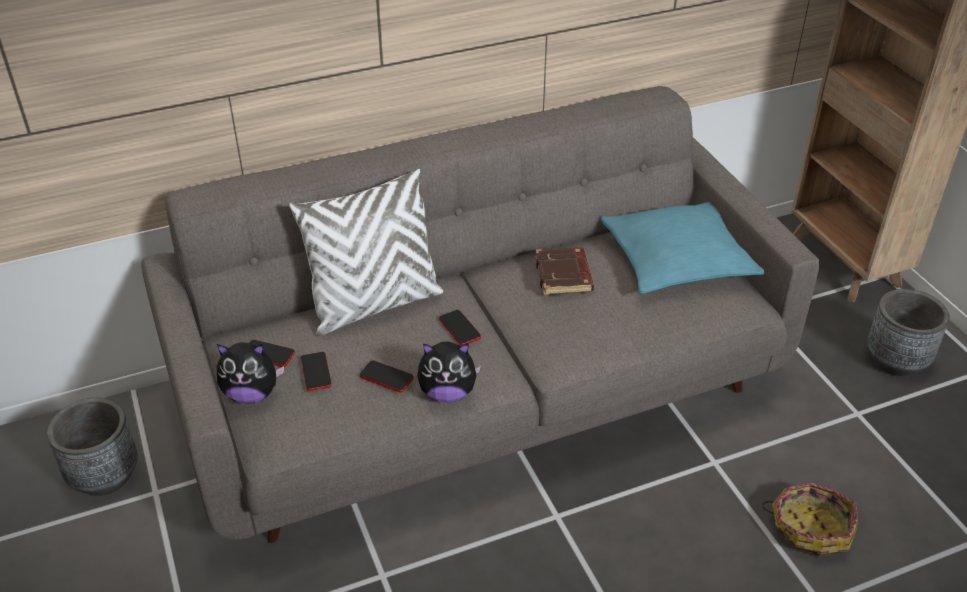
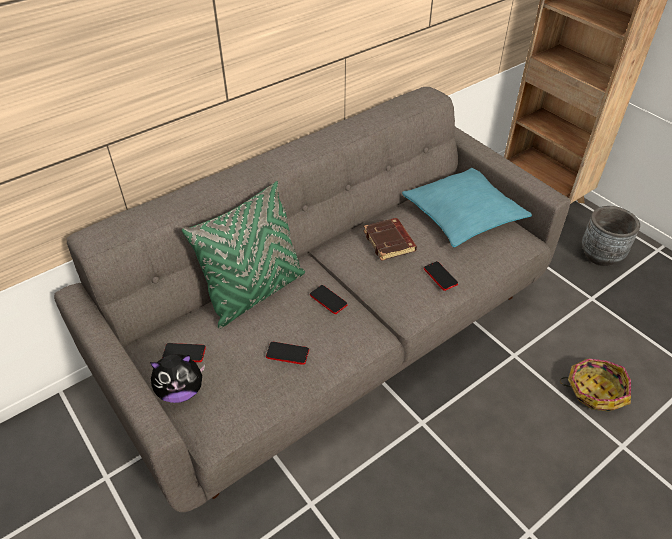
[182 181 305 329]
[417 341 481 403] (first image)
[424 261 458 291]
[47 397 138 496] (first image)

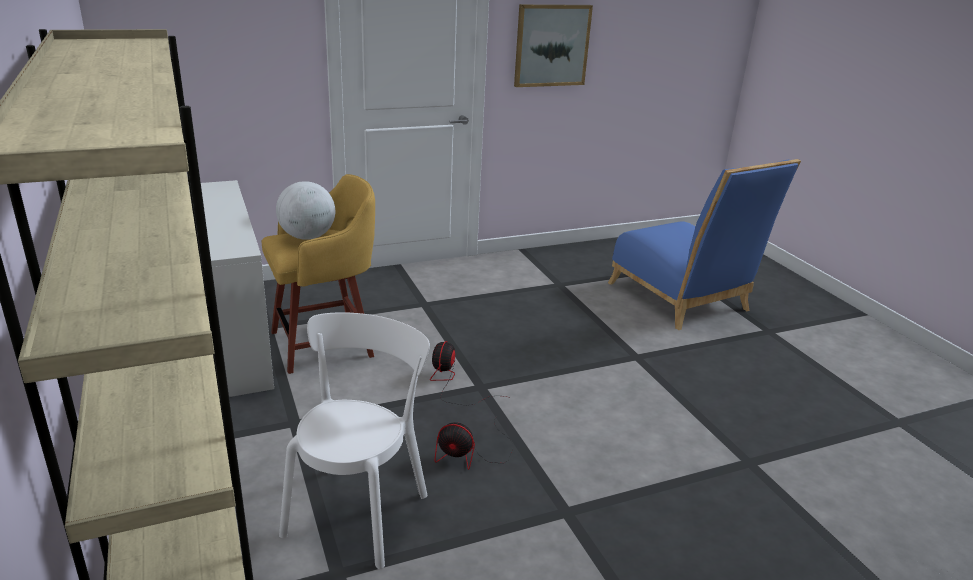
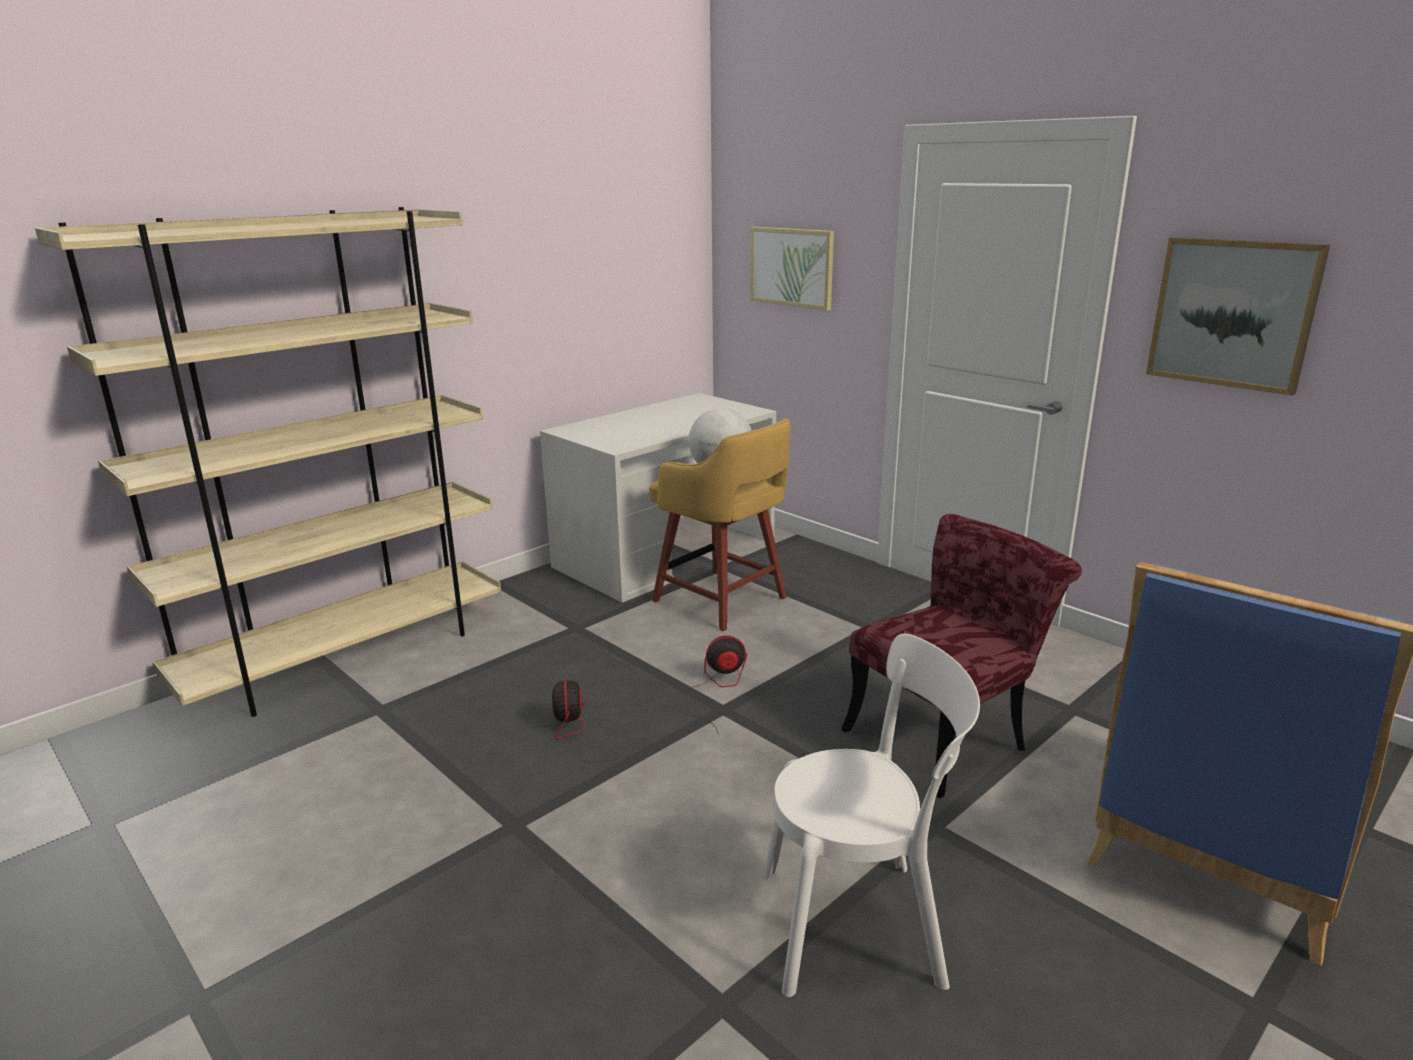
[764 634 980 997]
[751 227 834 311]
[841 514 1082 799]

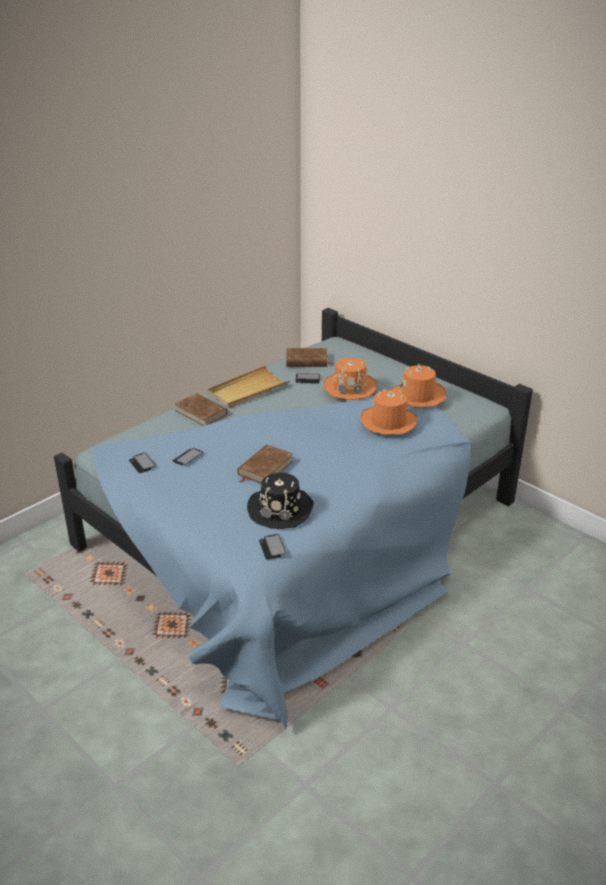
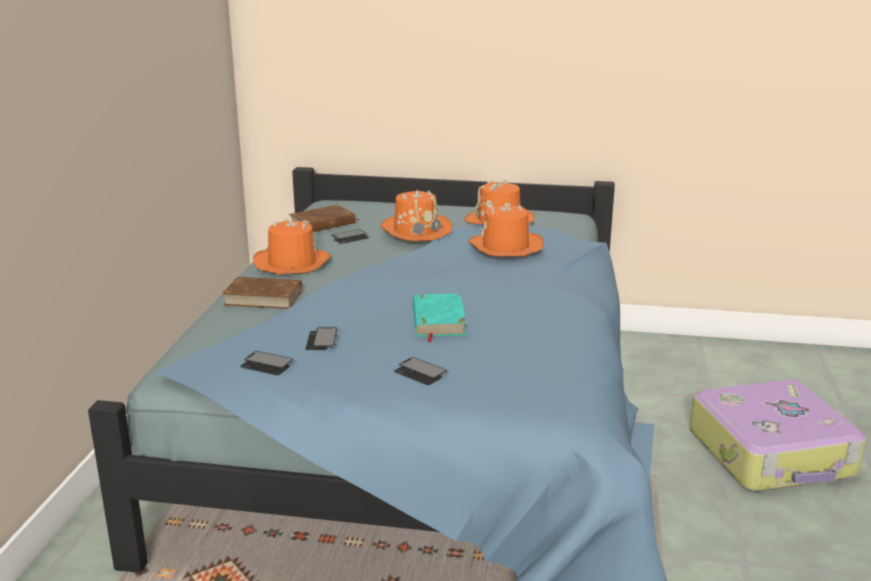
[253 218 331 274]
[413 294 466 343]
[247 473 314 529] (first image)
[394 357 447 385]
[690 380 866 492]

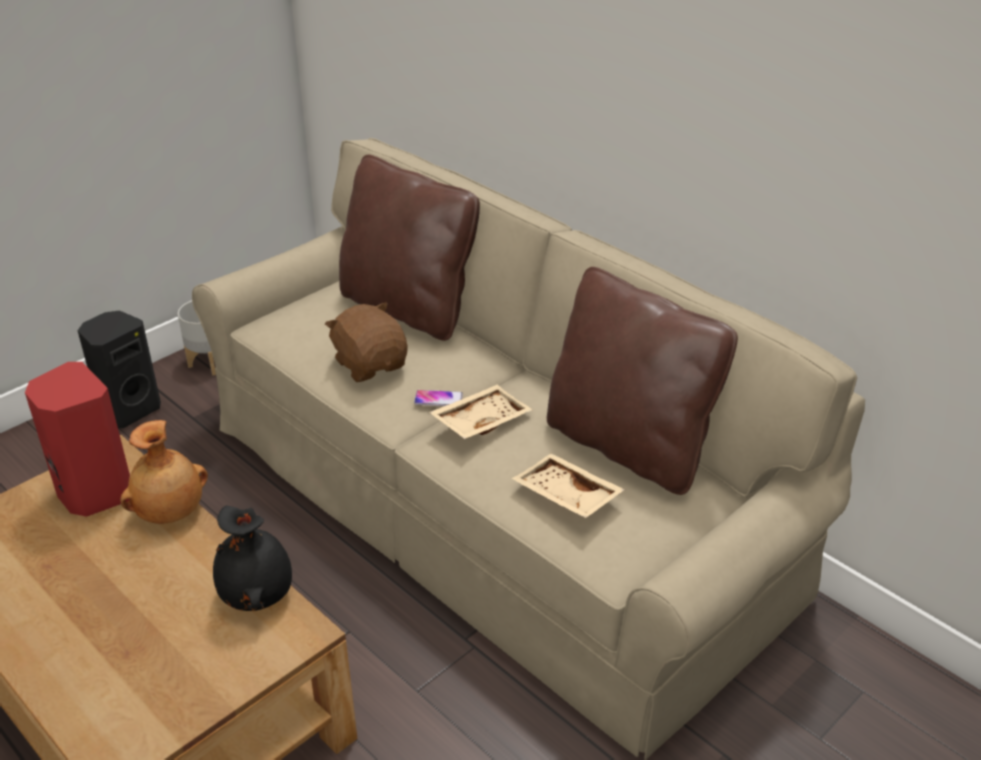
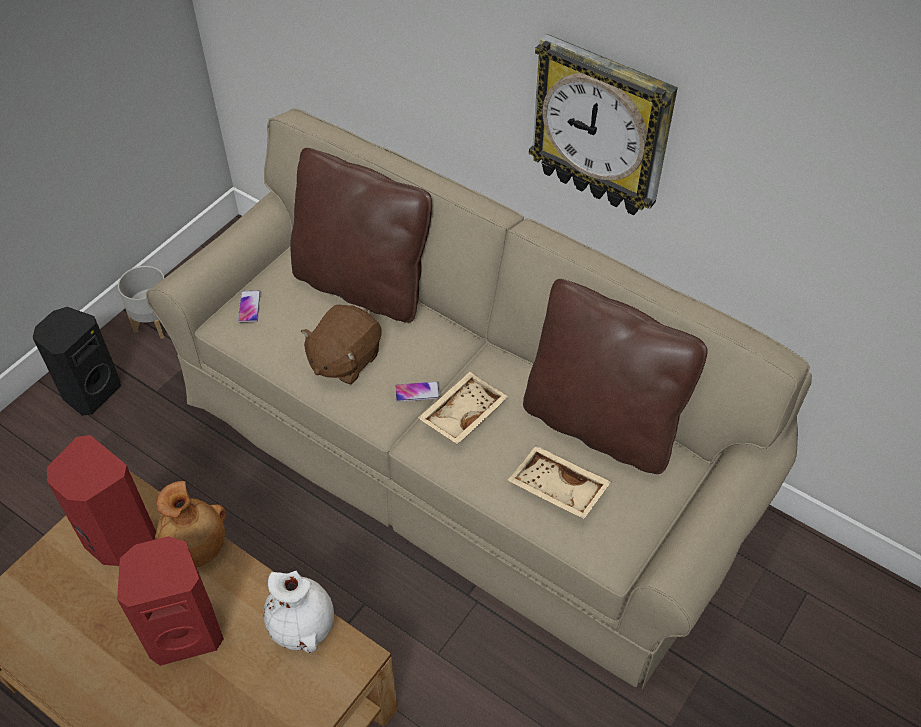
[301 305 382 384]
[264 571 334 653]
[529 34 678 216]
[238 290 261 322]
[117 536 224 666]

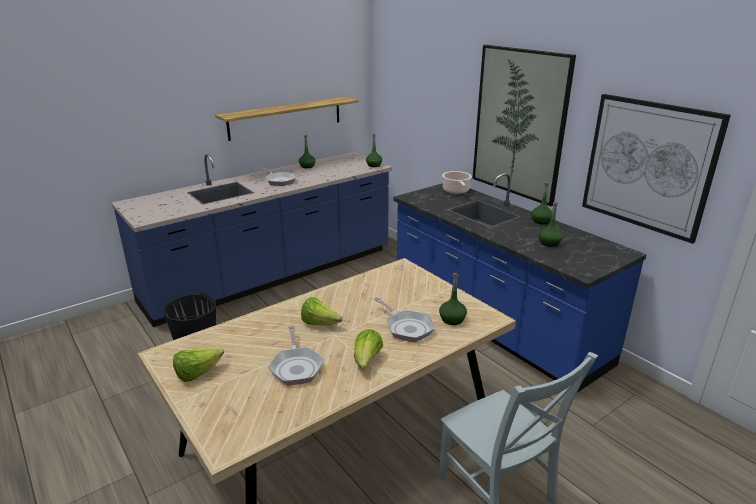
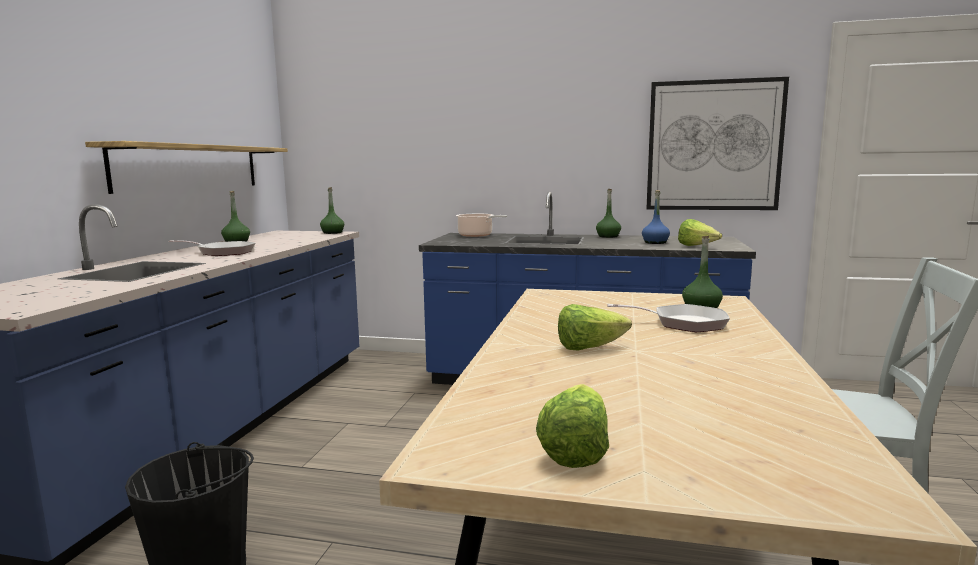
[472 45 576 206] (first image)
[642 190 670 244]
[268 326 324 385] (first image)
[678 219 722 246]

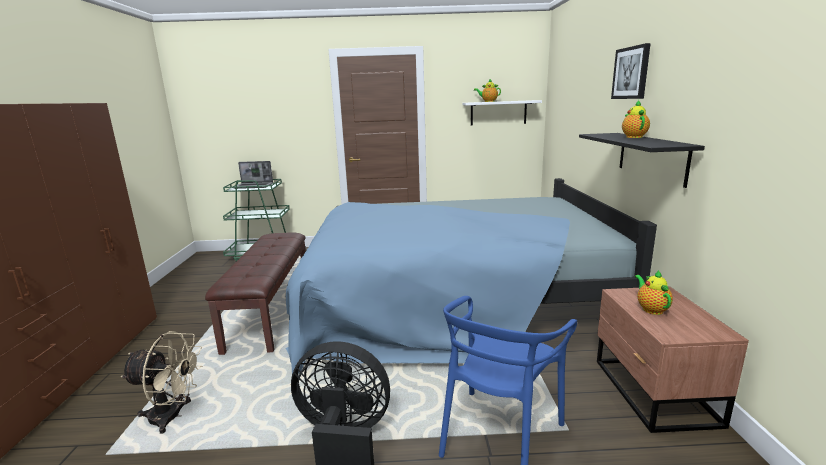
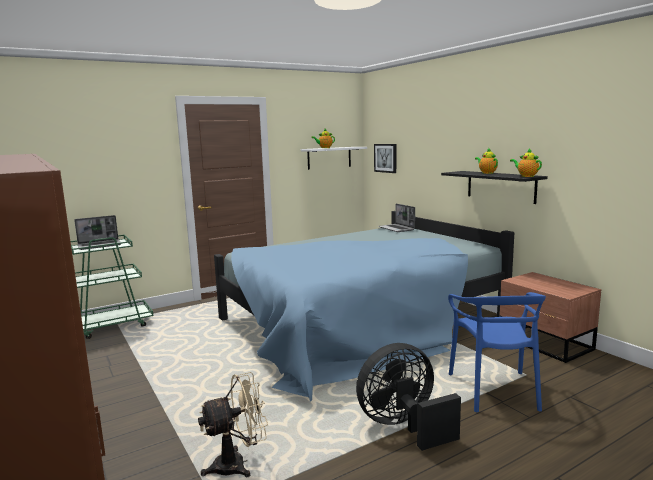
[374 144 396 173]
[205 233 306 355] (first image)
[510 149 542 177]
[378 204 415 232]

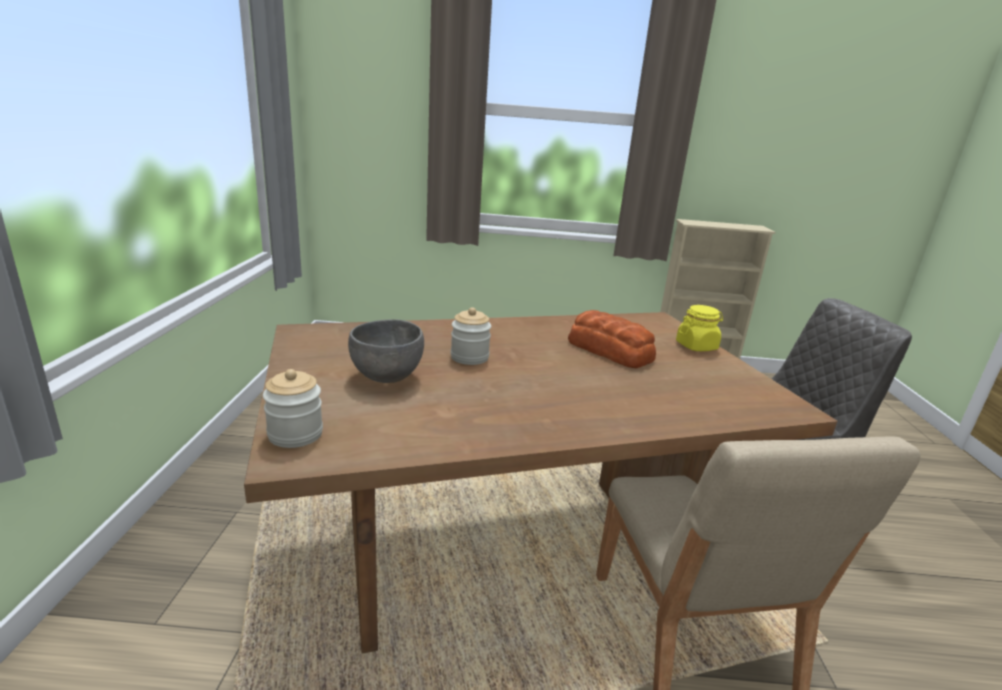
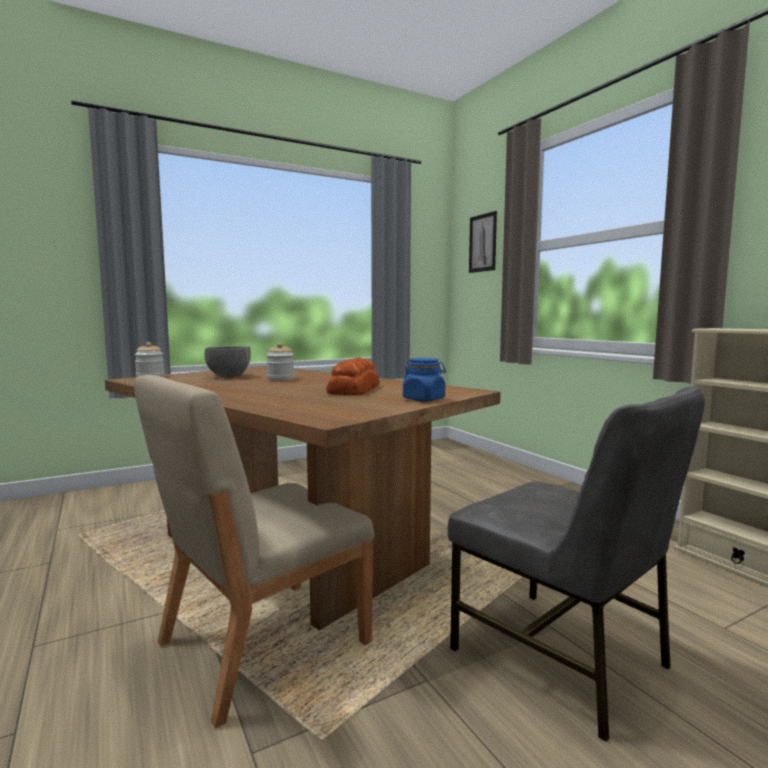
[403 358 446 401]
[469 211 497 273]

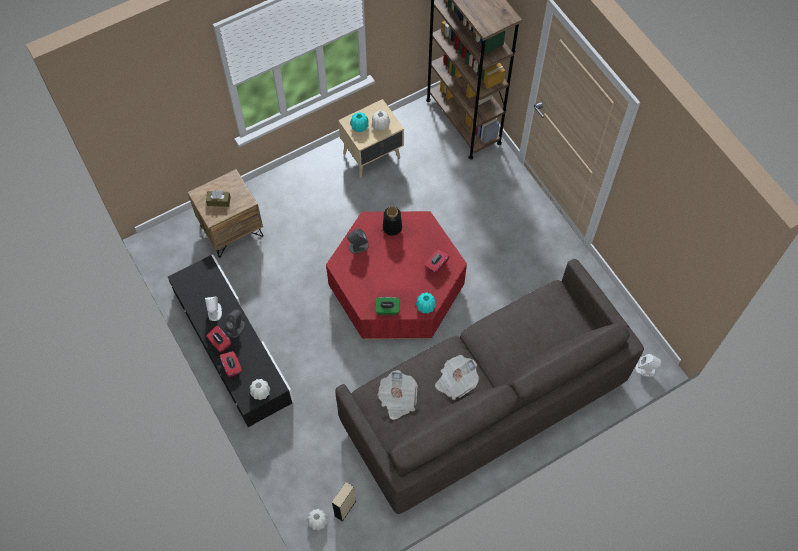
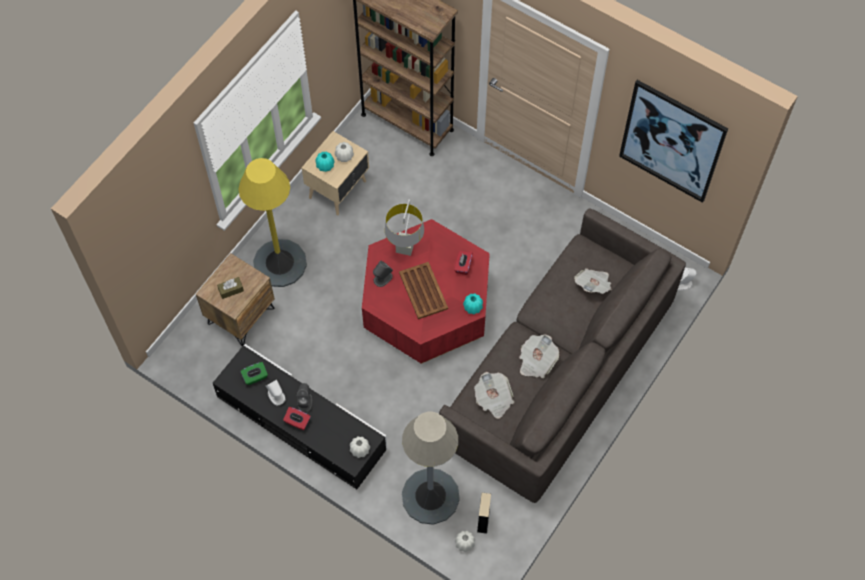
[385 199 424 256]
[240 362 268 385]
[220 351 242 377] (first image)
[619 80 728 203]
[239 158 307 287]
[399 262 448 319]
[574 268 612 294]
[402 412 460 525]

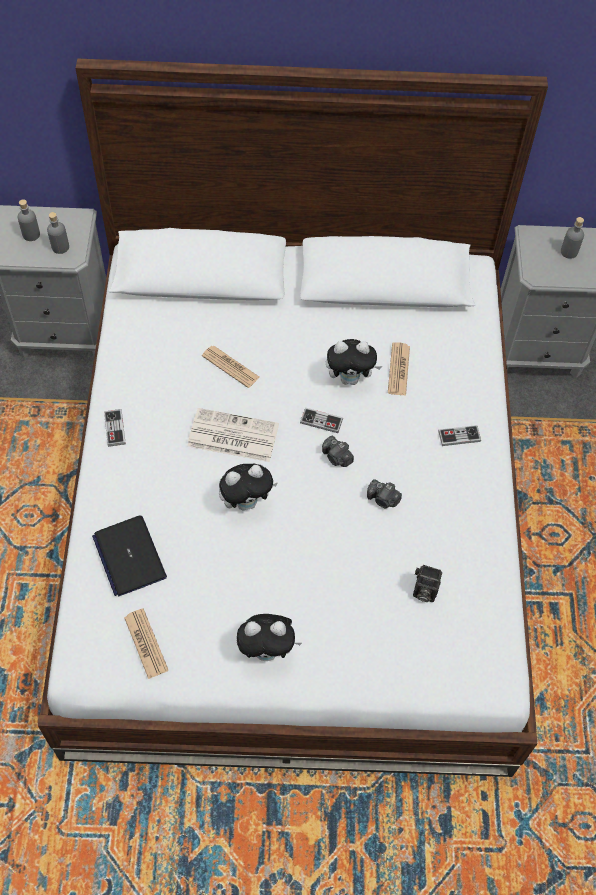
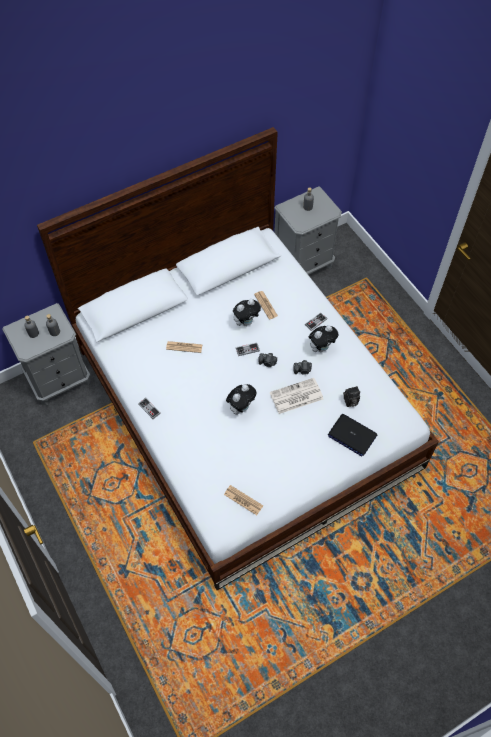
[270 378 323 414]
[328 414 377 456]
[309 325 338 352]

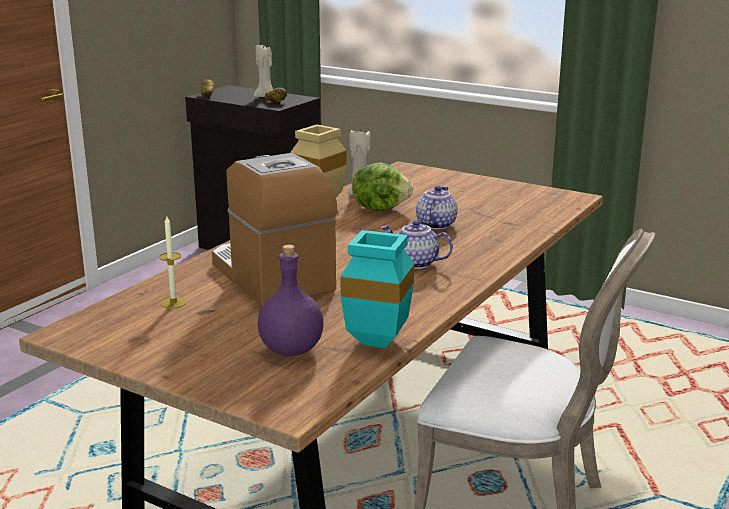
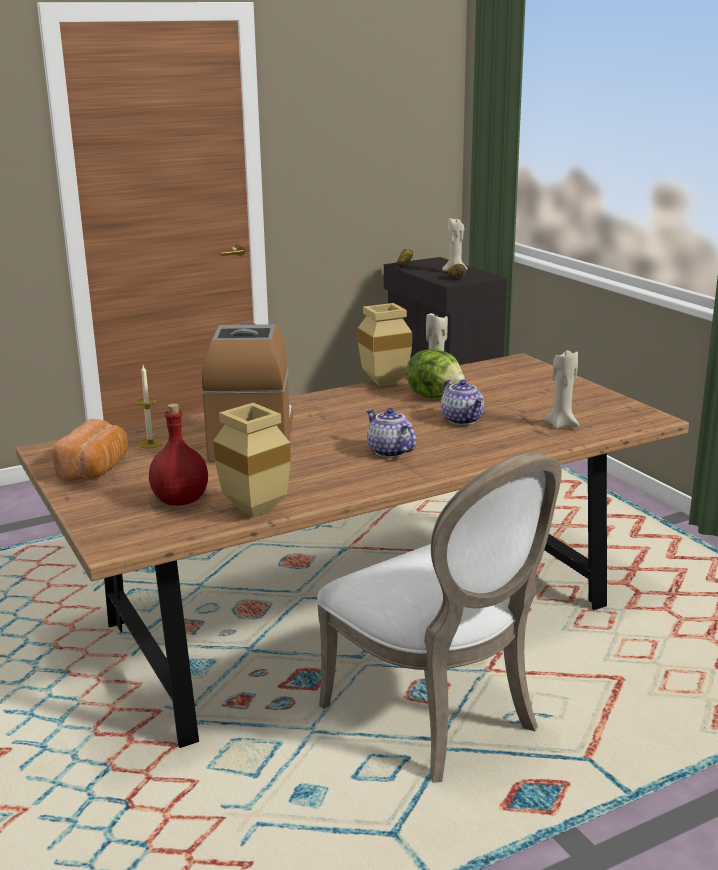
[441 380 484 425]
[213 403 291 517]
[149 403 208 506]
[544 350 579 429]
[52 419 128 481]

